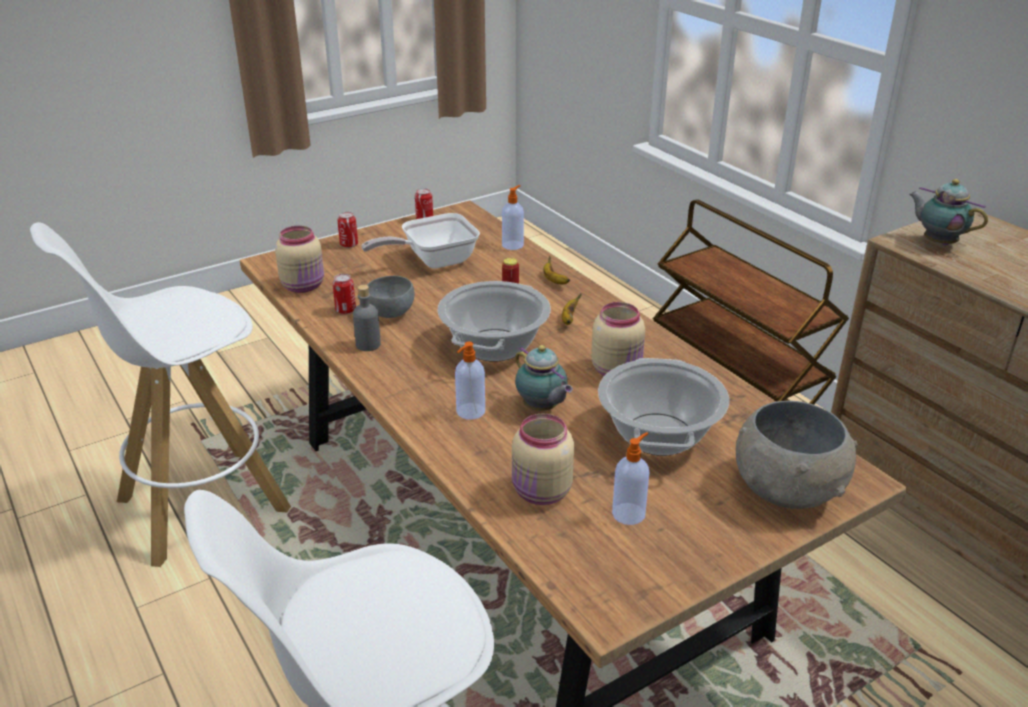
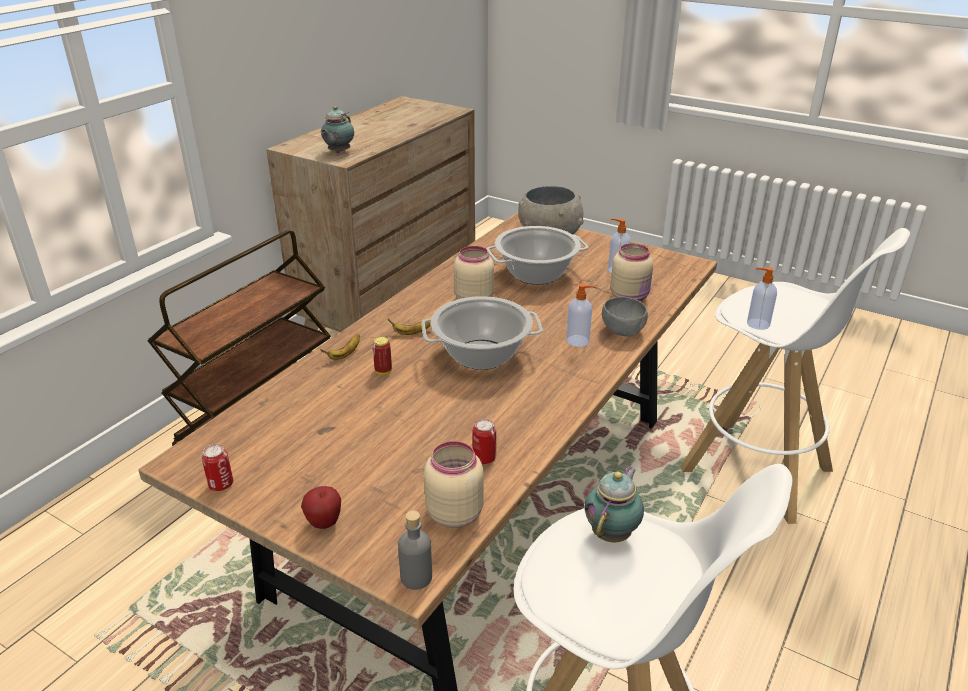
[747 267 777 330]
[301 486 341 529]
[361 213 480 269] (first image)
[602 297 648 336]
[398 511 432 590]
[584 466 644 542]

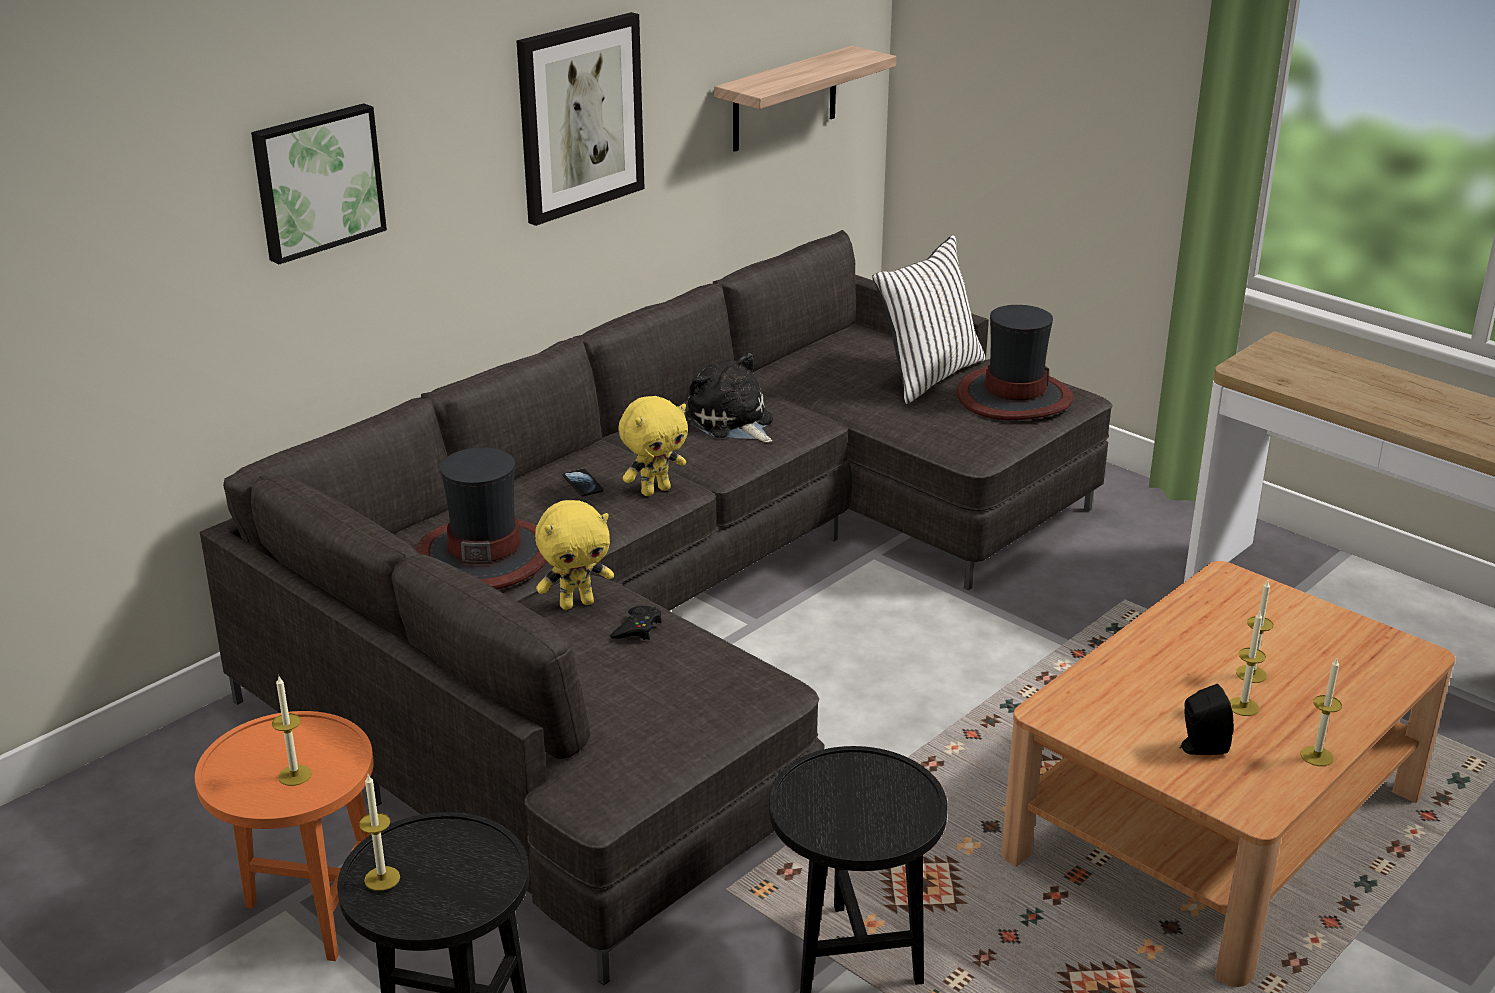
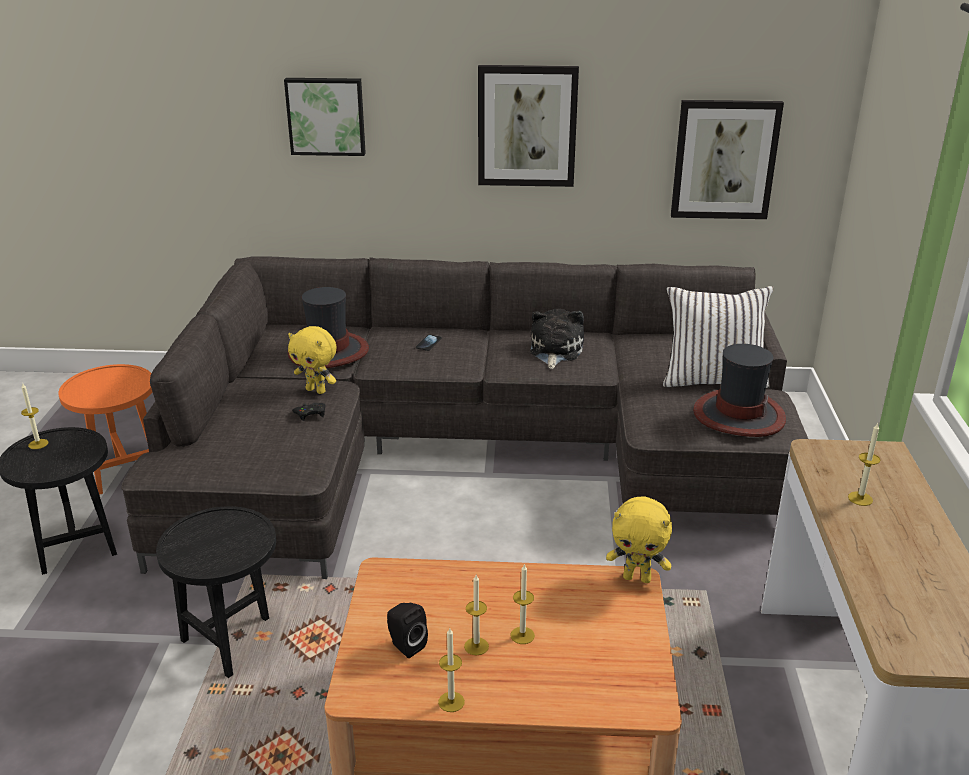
[671 100 784 219]
[606 496 672 583]
[848 423 880 506]

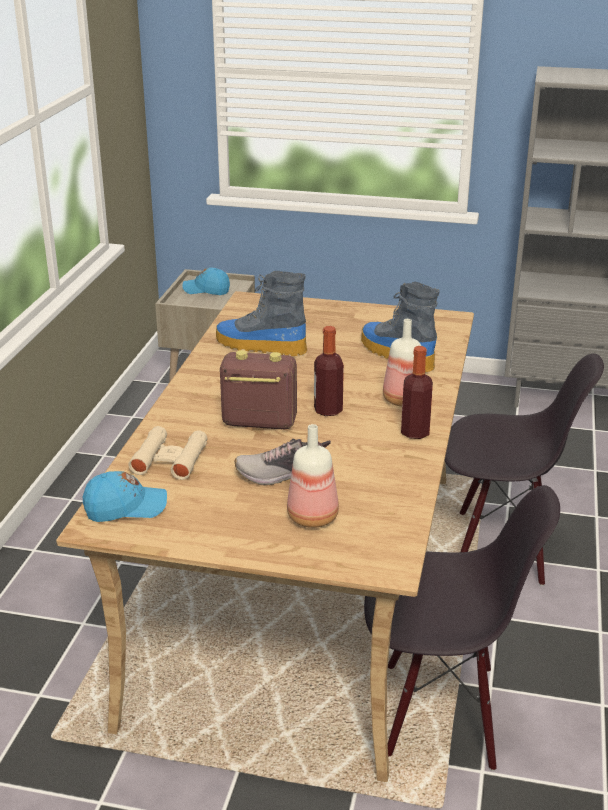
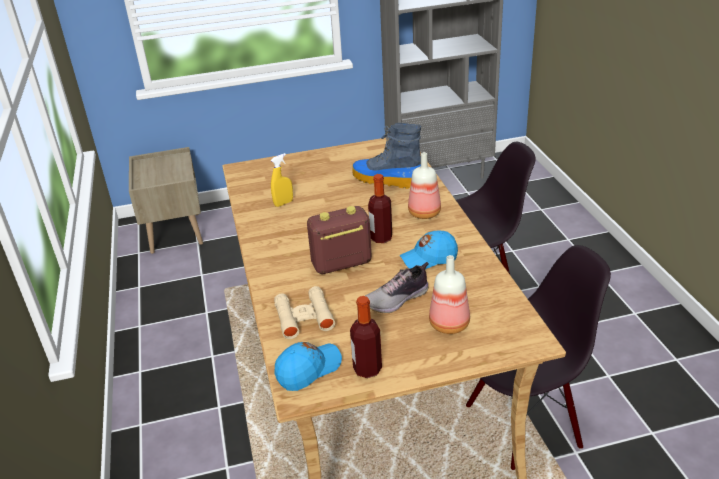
[400 231 458 269]
[271 153 293 207]
[350 296 382 378]

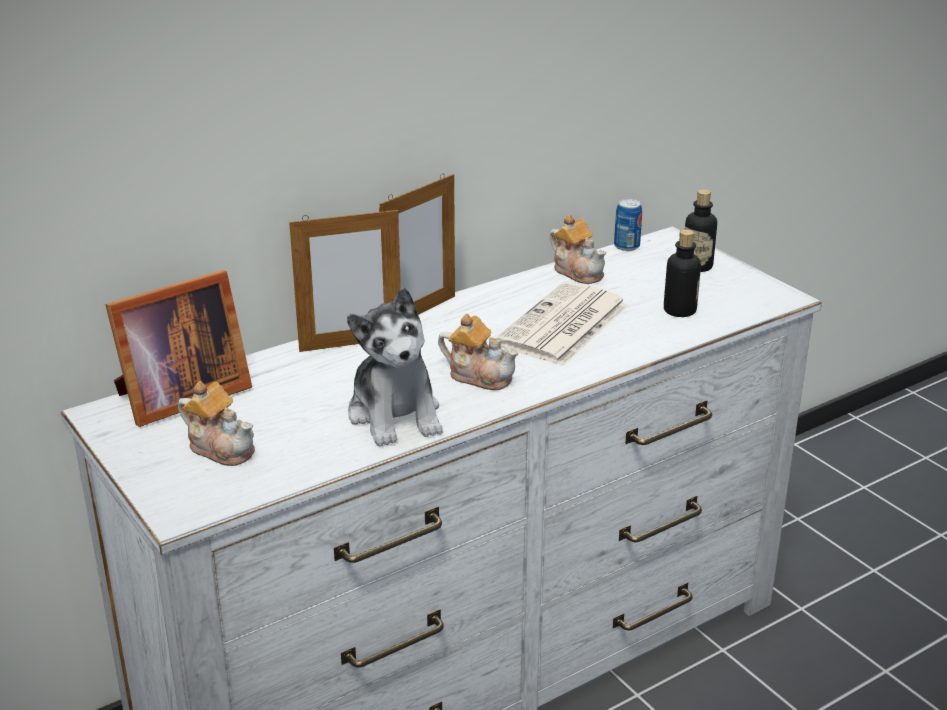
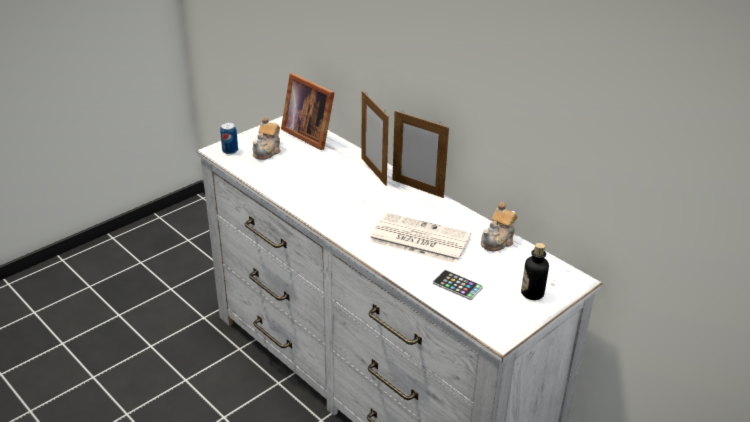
[220 123 238 154]
[433 270 483 300]
[347 287 442 446] (first image)
[438 314 519 390] (first image)

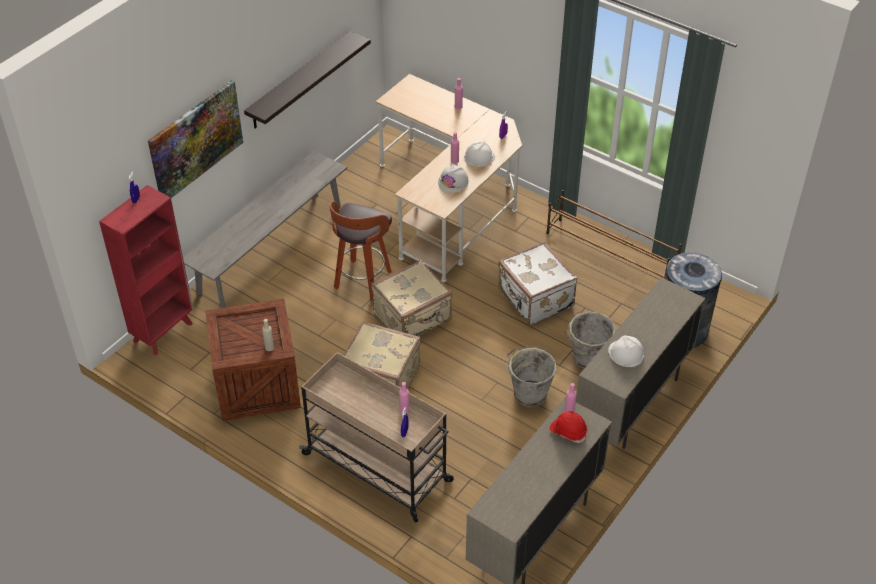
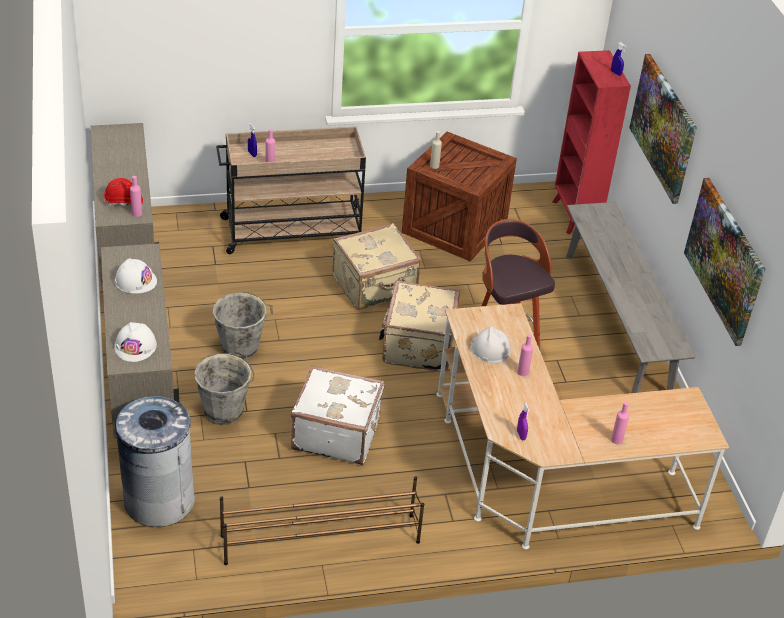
[684 178 765 346]
[114 322 157 362]

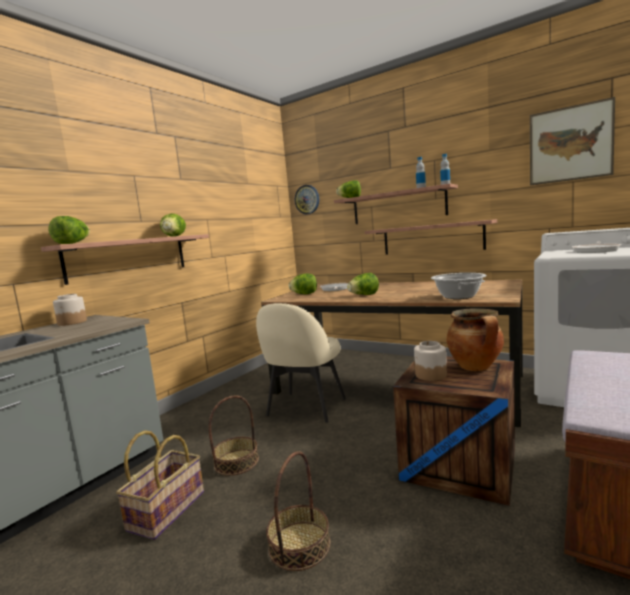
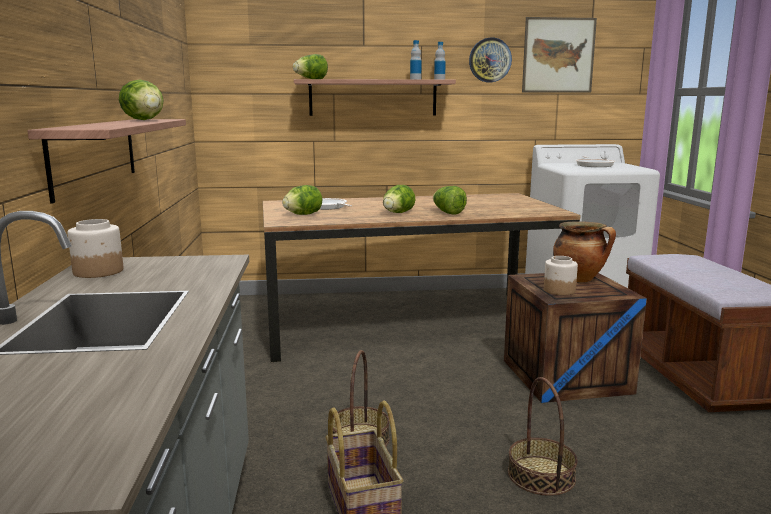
[469 38 512 82]
[433 186 467 215]
[365 219 497 255] (first image)
[431 273 487 299] (first image)
[256 303 346 423] (first image)

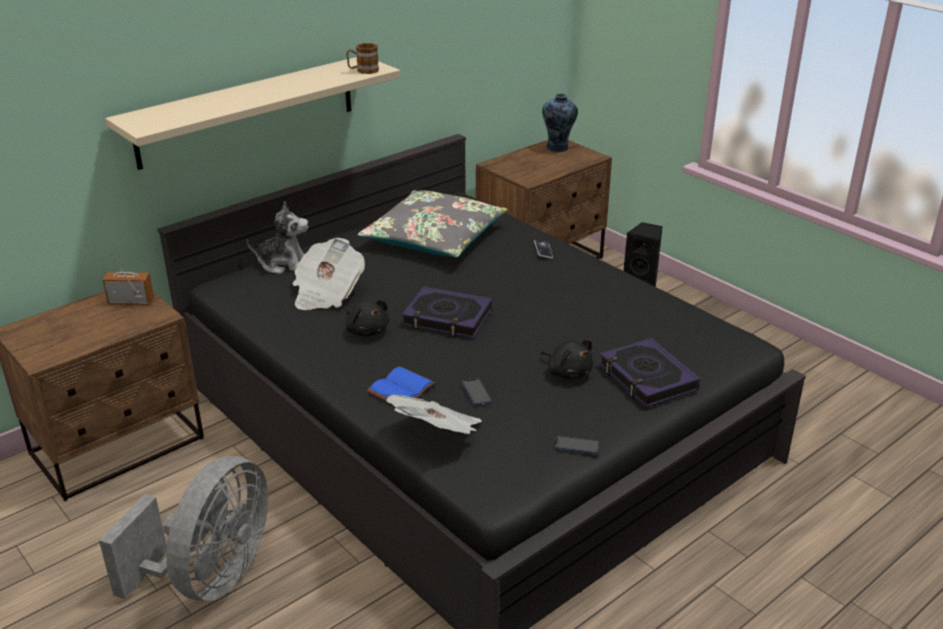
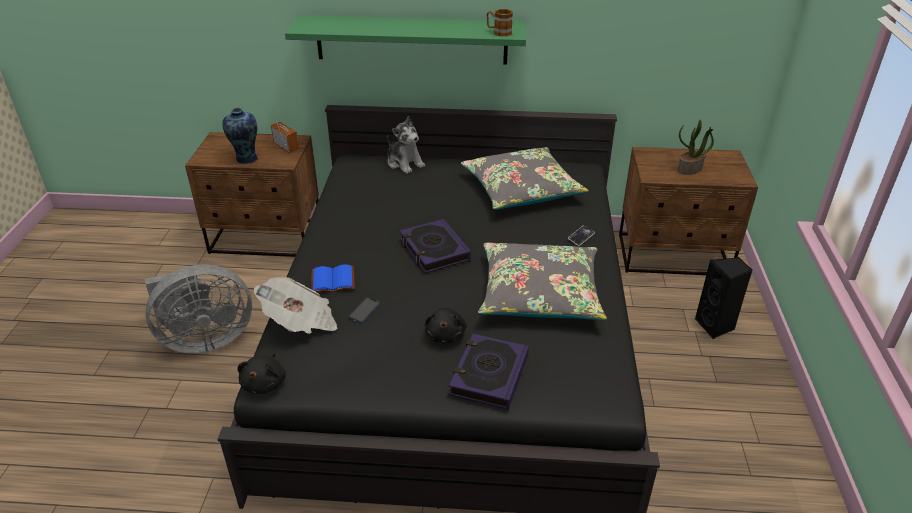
[285 15 526 65]
[222 108 258 164]
[293 238 365 310] (first image)
[237 353 286 394]
[554 436 600 455] (first image)
[677 120 714 175]
[478 243 607 321]

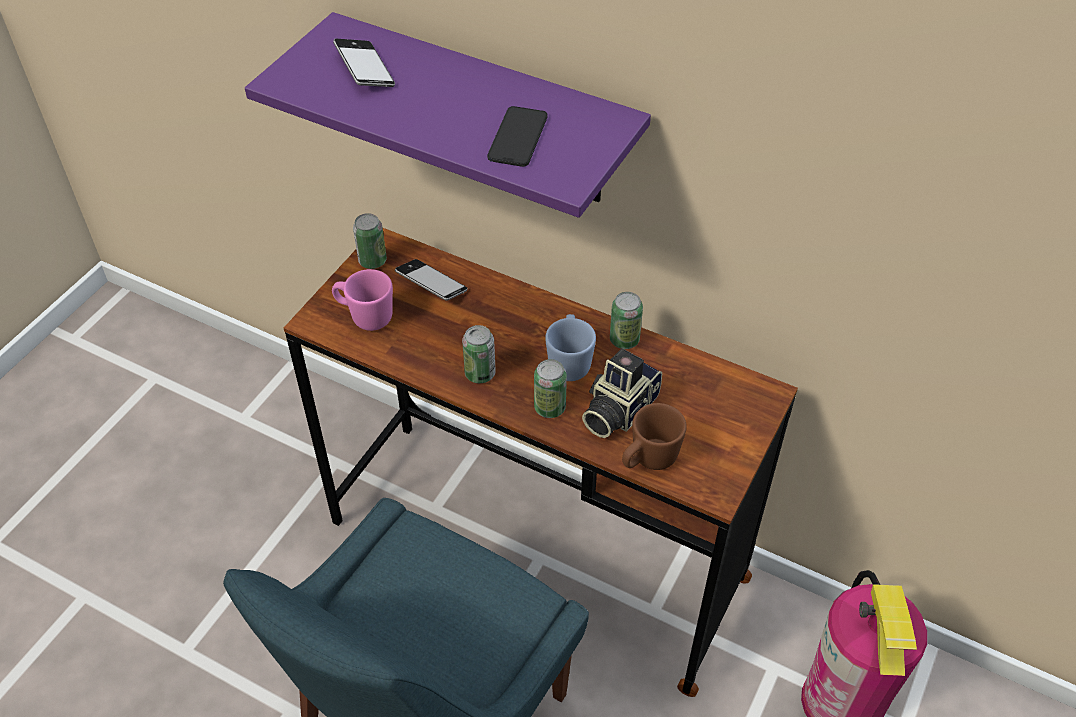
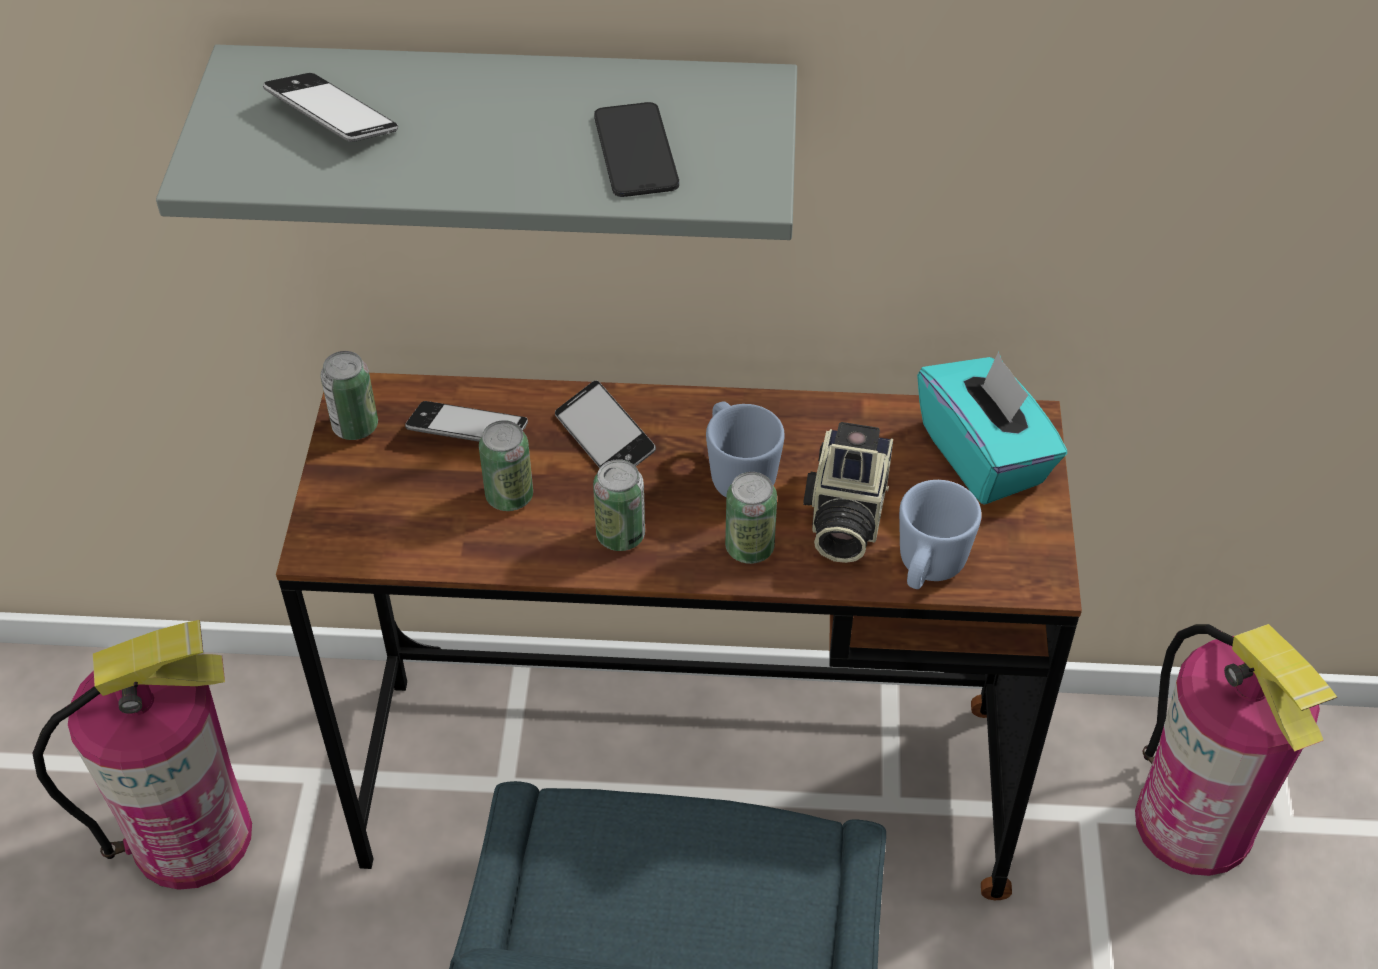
[156 45 797 240]
[332 269 393 331] (first image)
[479 420 533 511]
[899 480 981 589]
[917 352 1067 505]
[555 380 656 468]
[32 620 252 890]

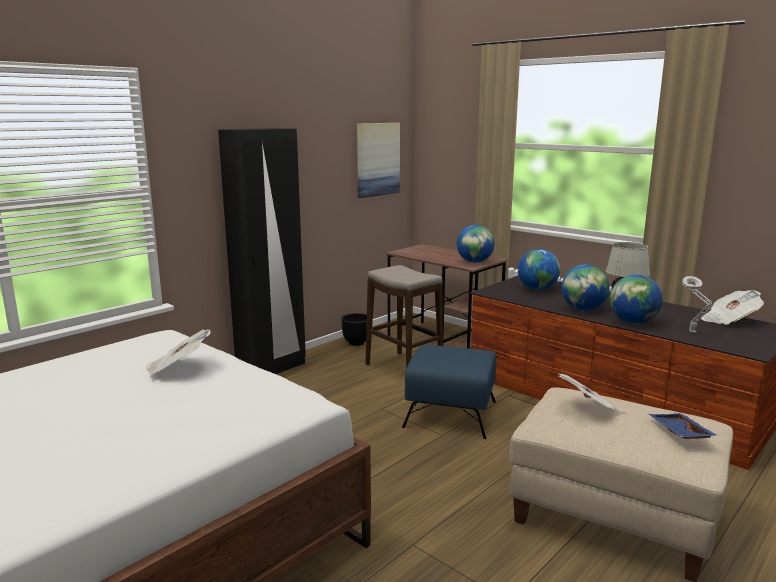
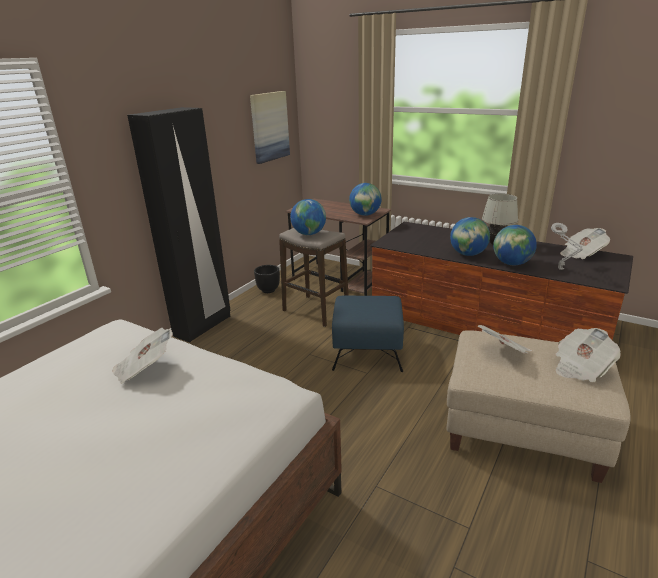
[290 199 326 235]
[555 328 621 382]

